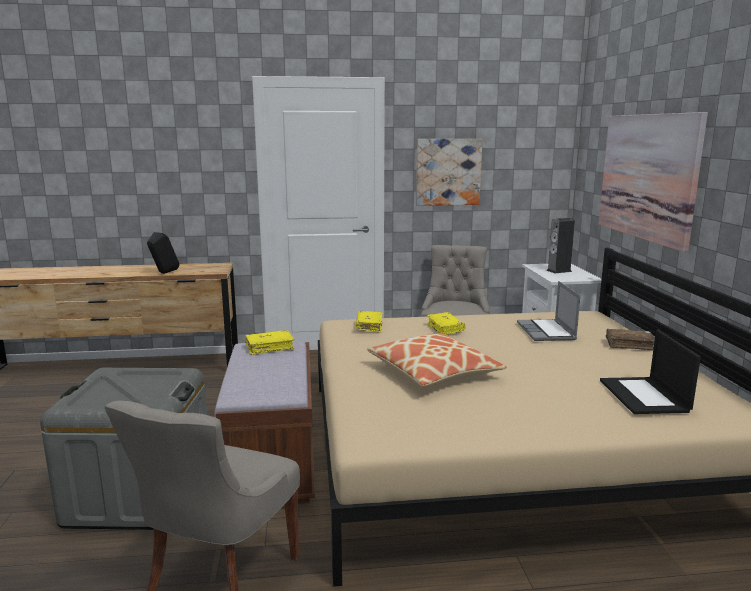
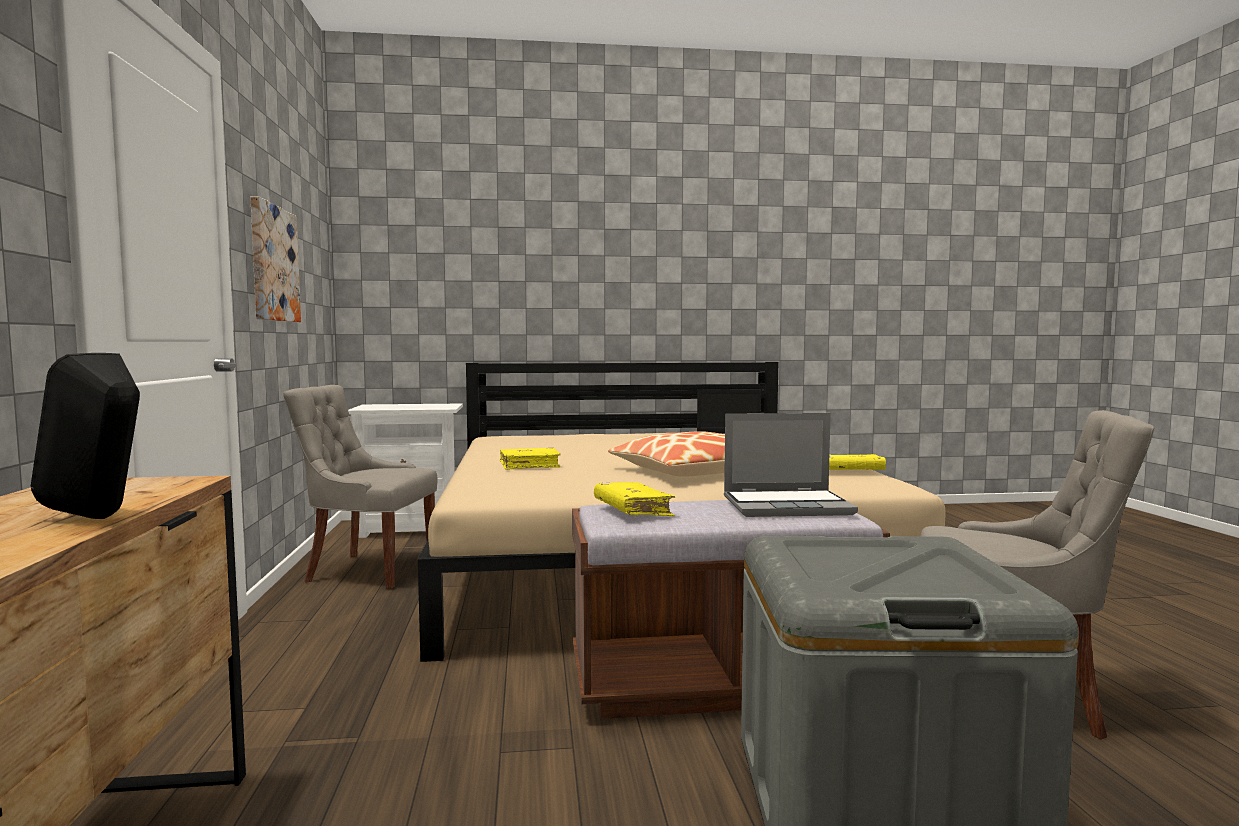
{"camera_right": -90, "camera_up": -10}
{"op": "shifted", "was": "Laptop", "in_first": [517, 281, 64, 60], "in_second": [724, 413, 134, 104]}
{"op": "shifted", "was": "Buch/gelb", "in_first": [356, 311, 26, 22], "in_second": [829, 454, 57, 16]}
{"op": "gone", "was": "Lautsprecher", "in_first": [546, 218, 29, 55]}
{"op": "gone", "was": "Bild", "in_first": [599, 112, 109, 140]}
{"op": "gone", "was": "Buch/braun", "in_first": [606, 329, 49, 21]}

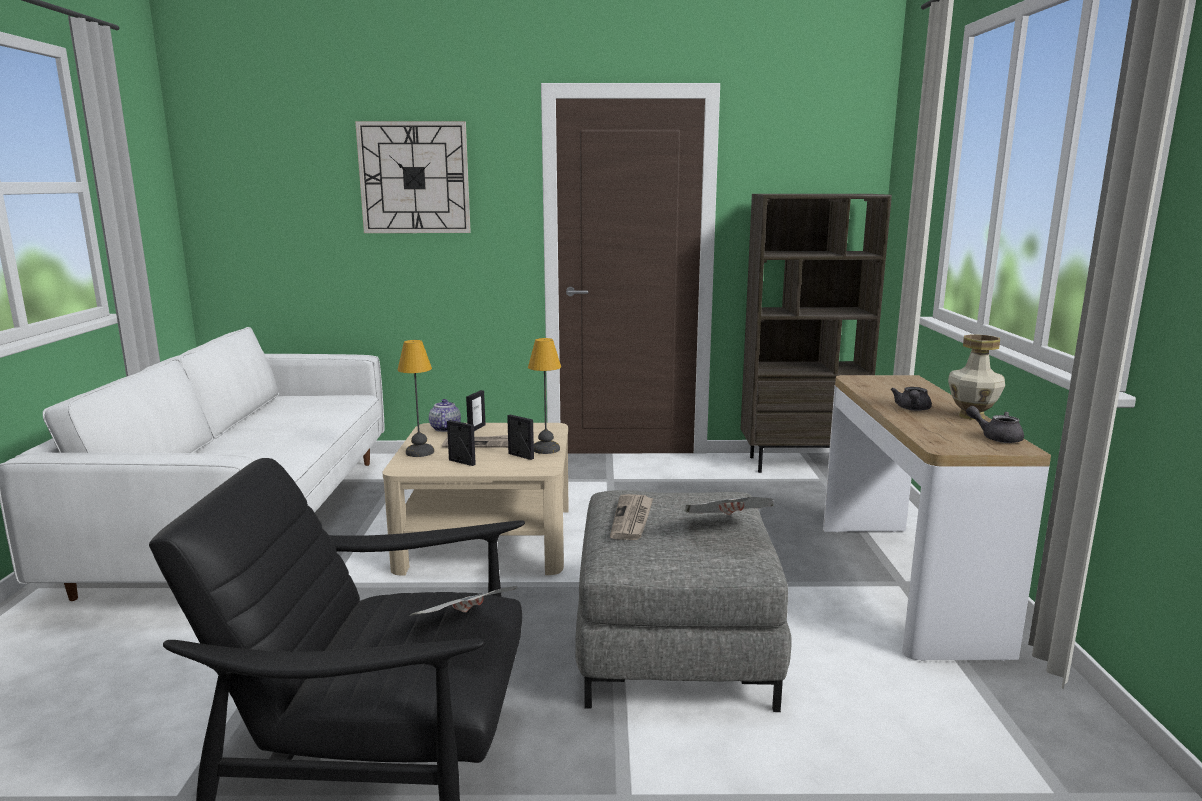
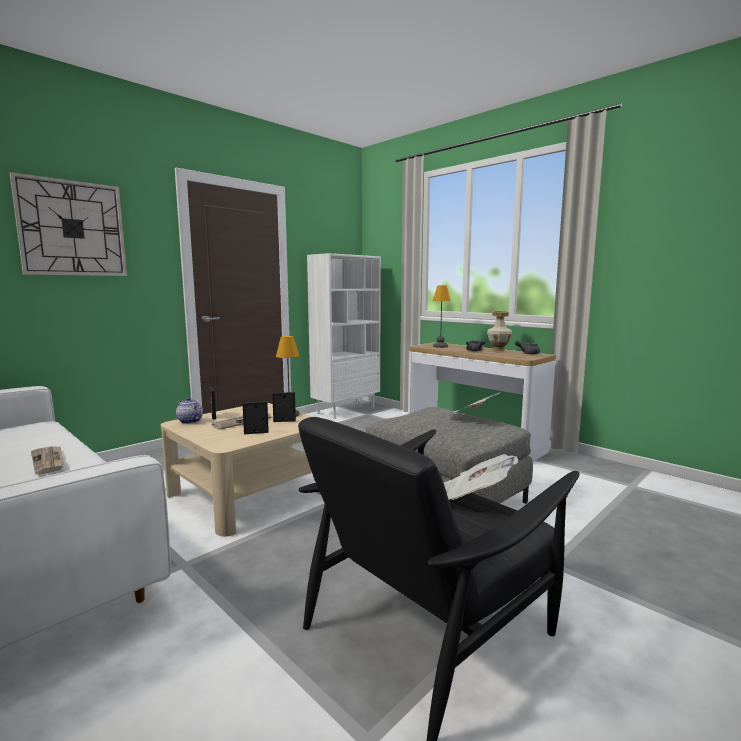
{"camera_right": -45, "camera_up": -5}
{"op": "shifted", "was": "Zeitung", "in_first": [610, 494, 43, 46], "in_second": [31, 446, 32, 29]}
{"op": "repainted", "was": "Bücherregal/braun", "now": "Bücherregal/weiß", "in_first": [741, 194, 151, 279], "in_second": [307, 253, 74, 166]}
{"op": "shifted", "was": "Tischlampe", "in_first": [398, 340, 36, 117], "in_second": [433, 286, 18, 62]}

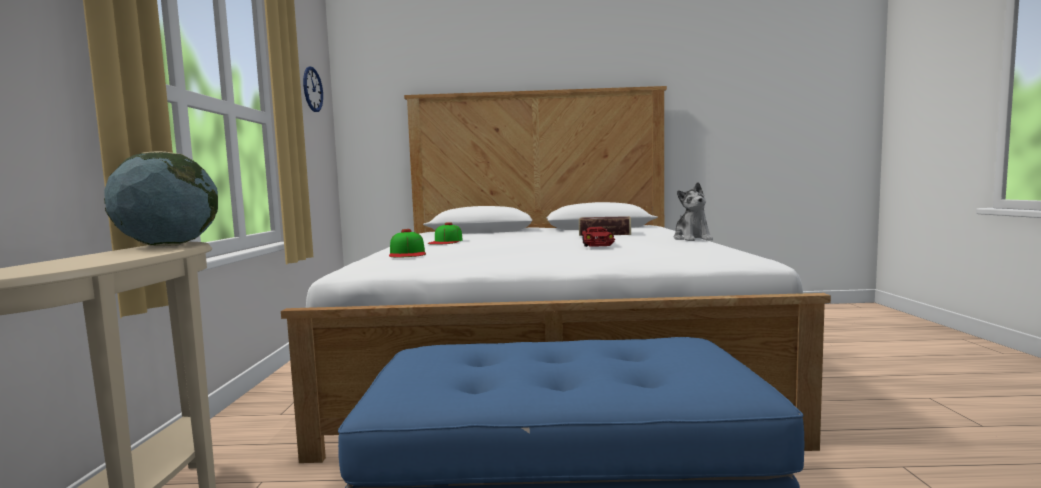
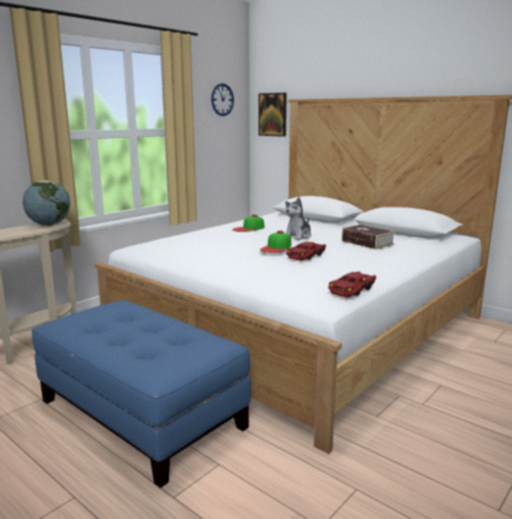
{"camera_right": 40, "camera_up": 10}
{"op": "new", "now": "Bild", "in_second": [259, 93, 28, 44]}
{"op": "shifted", "was": "Kappe", "in_first": [389, 229, 37, 28], "in_second": [260, 231, 31, 22]}
{"op": "shifted", "was": "Plüschtier", "in_first": [674, 182, 39, 59], "in_second": [285, 197, 26, 43]}
{"op": "new", "now": "Spielzeugauto/rot", "in_second": [328, 271, 48, 27]}

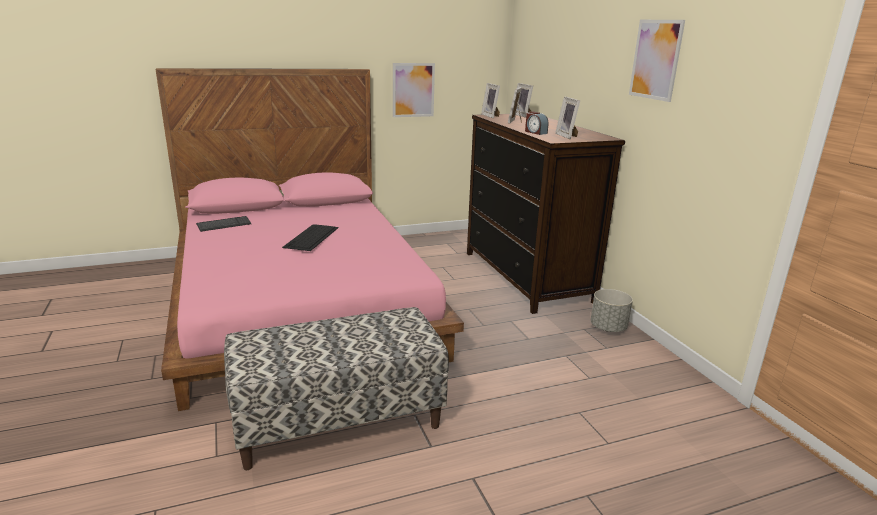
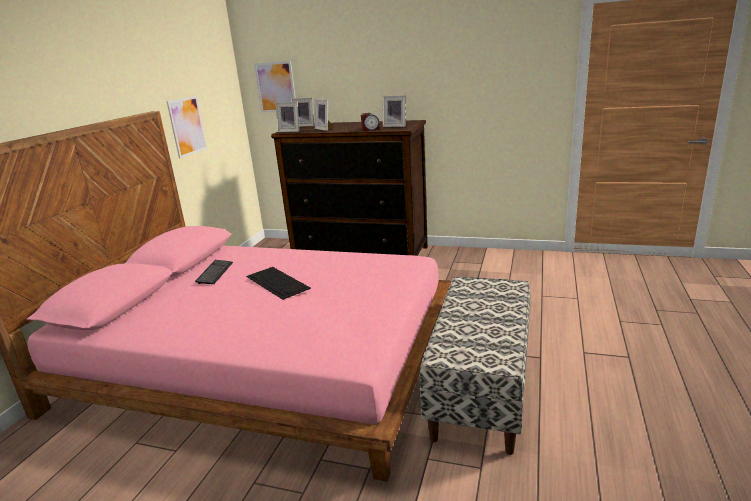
{"camera_right": -50, "camera_up": 0}
{"op": "shifted", "was": "Tastatur", "in_first": [196, 216, 55, 16], "in_second": [195, 260, 38, 24]}
{"op": "shifted", "was": "Bild", "in_first": [629, 20, 56, 82], "in_second": [254, 61, 41, 52]}
{"op": "gone", "was": "Pflanzkübel/grau", "in_first": [591, 289, 42, 43]}

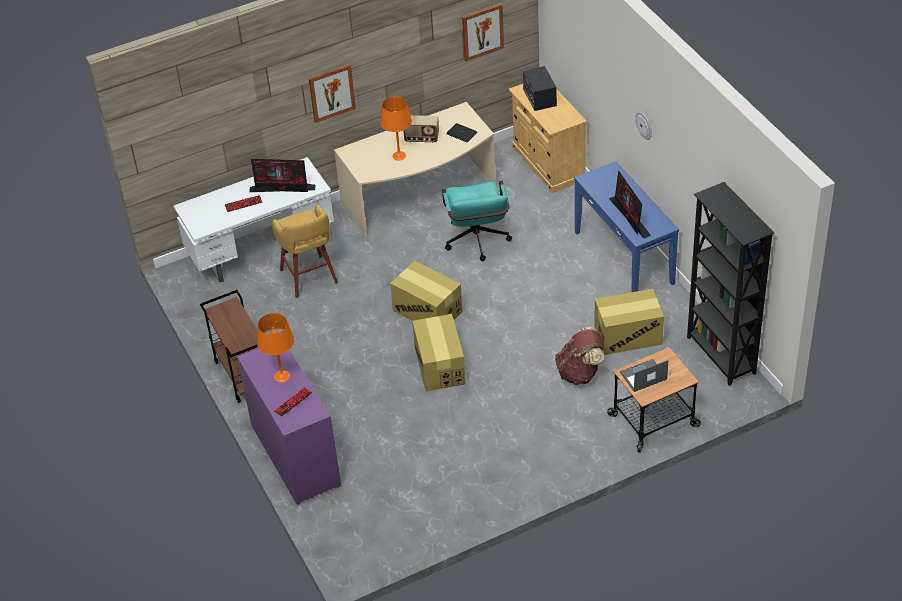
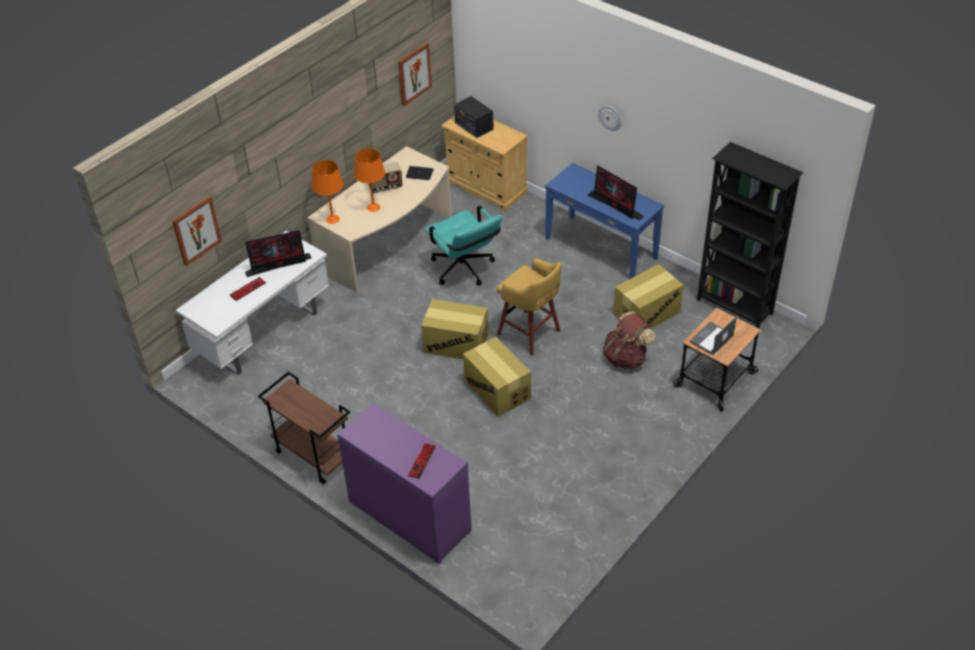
{"camera_right": -25, "camera_up": 0}
{"op": "shifted", "was": "Bild", "in_first": [308, 64, 48, 59], "in_second": [172, 196, 50, 70]}
{"op": "shifted", "was": "Tischlampe/orange", "in_first": [257, 313, 37, 70], "in_second": [312, 160, 31, 64]}
{"op": "shifted", "was": "Hocker/gelb", "in_first": [272, 204, 66, 94], "in_second": [497, 258, 64, 98]}

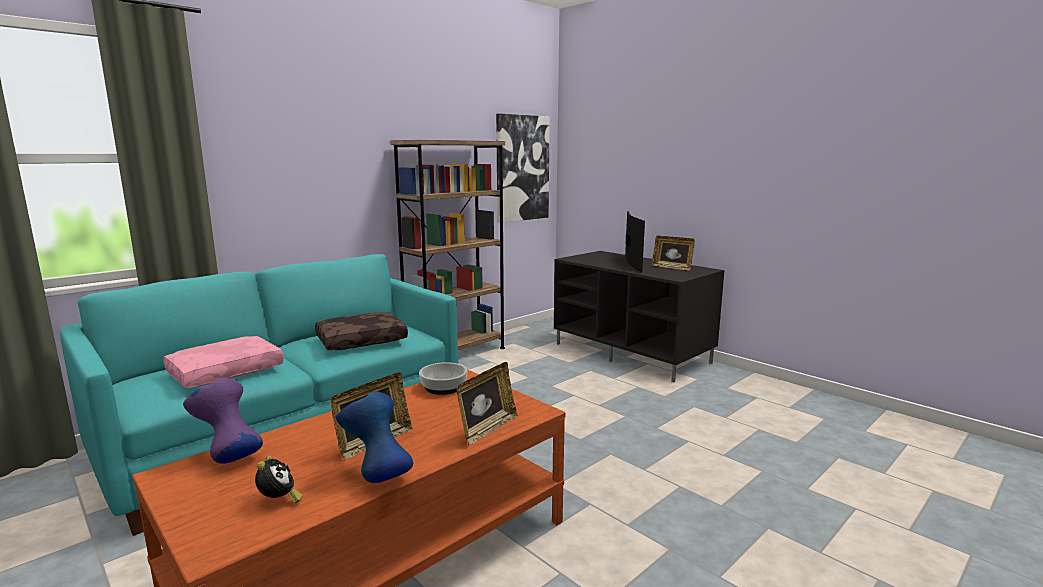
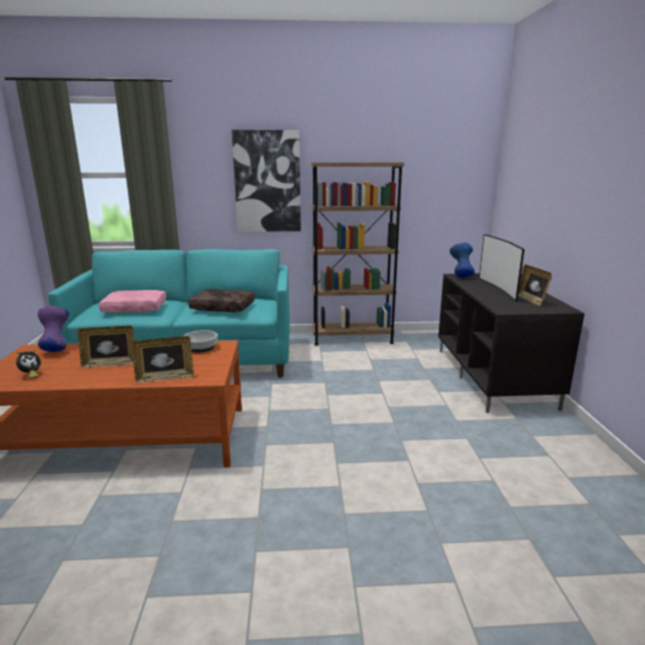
{"camera_right": 40, "camera_up": 5}
{"op": "shifted", "was": "Bild", "in_first": [496, 113, 54, 110], "in_second": [232, 130, 69, 102]}
{"op": "shifted", "was": "Vase/blau", "in_first": [336, 391, 77, 92], "in_second": [450, 242, 25, 36]}
{"op": "rotated", "was": "Fernseher", "in_first": [625, 211, 20, 62], "in_second": [479, 234, 46, 67], "clockwise": 135}

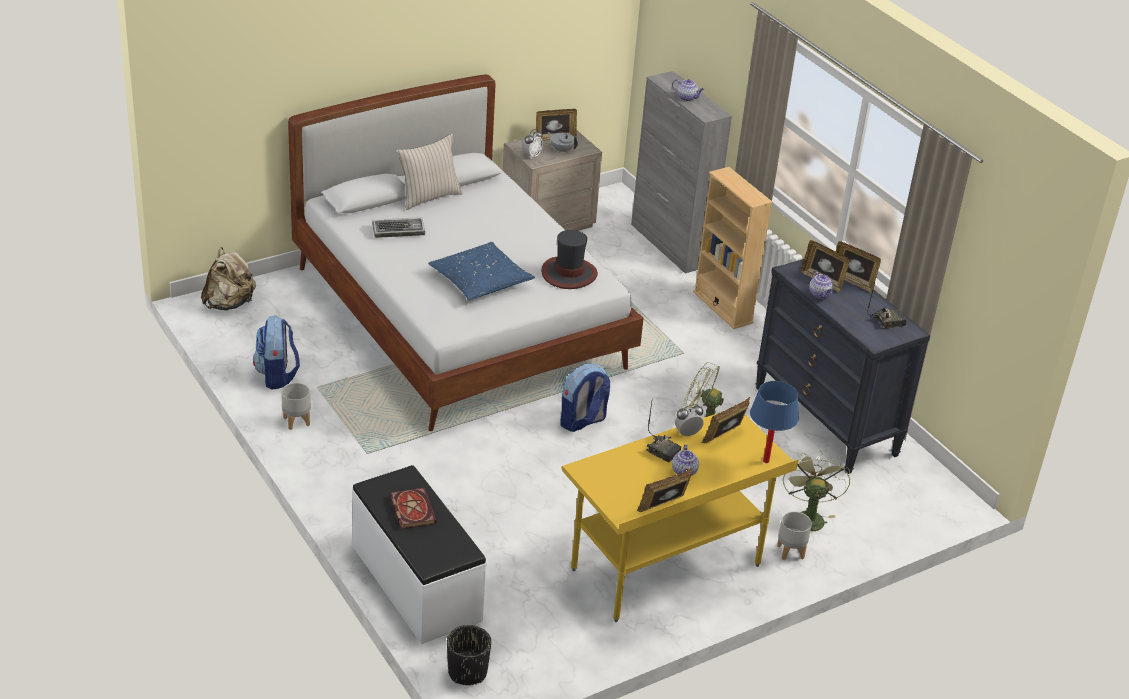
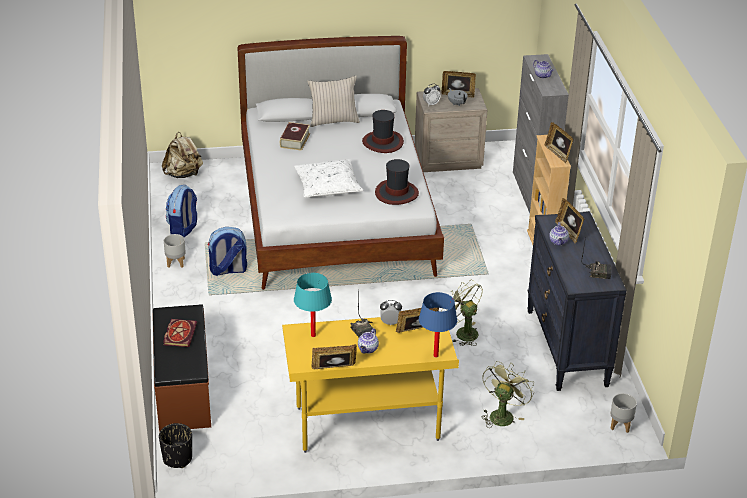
{"camera_right": 25, "camera_up": 0}
{"op": "repainted", "was": "Bank/weiß", "now": "Bank/braun", "in_first": [352, 465, 135, 179], "in_second": [153, 304, 58, 128]}
{"op": "shifted", "was": "Rucksack", "in_first": [560, 364, 50, 68], "in_second": [208, 227, 39, 49]}
{"op": "swapped", "was": "Tastatur", "now": "Buch", "in_first": [372, 217, 53, 21], "in_second": [280, 122, 30, 29]}
{"op": "repainted", "was": "Kissen/blau", "now": "Kissen/weiß", "in_first": [428, 242, 107, 58], "in_second": [294, 159, 69, 38]}
{"op": "new", "now": "Tischlampe/türkis", "in_second": [294, 273, 38, 64]}
{"op": "new", "now": "Hut", "in_second": [362, 110, 42, 43]}
{"op": "shifted", "was": "Bilderrahmen", "in_first": [836, 241, 45, 51], "in_second": [545, 122, 28, 41]}
{"op": "shifted", "was": "Pflanzkübel/grau", "in_first": [777, 511, 35, 50], "in_second": [610, 393, 27, 40]}

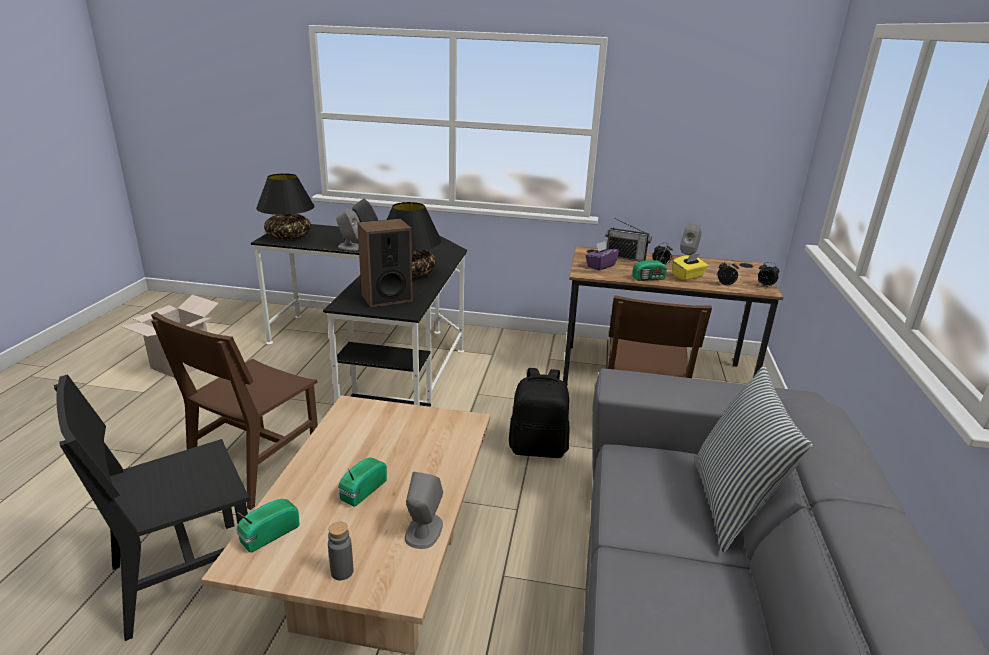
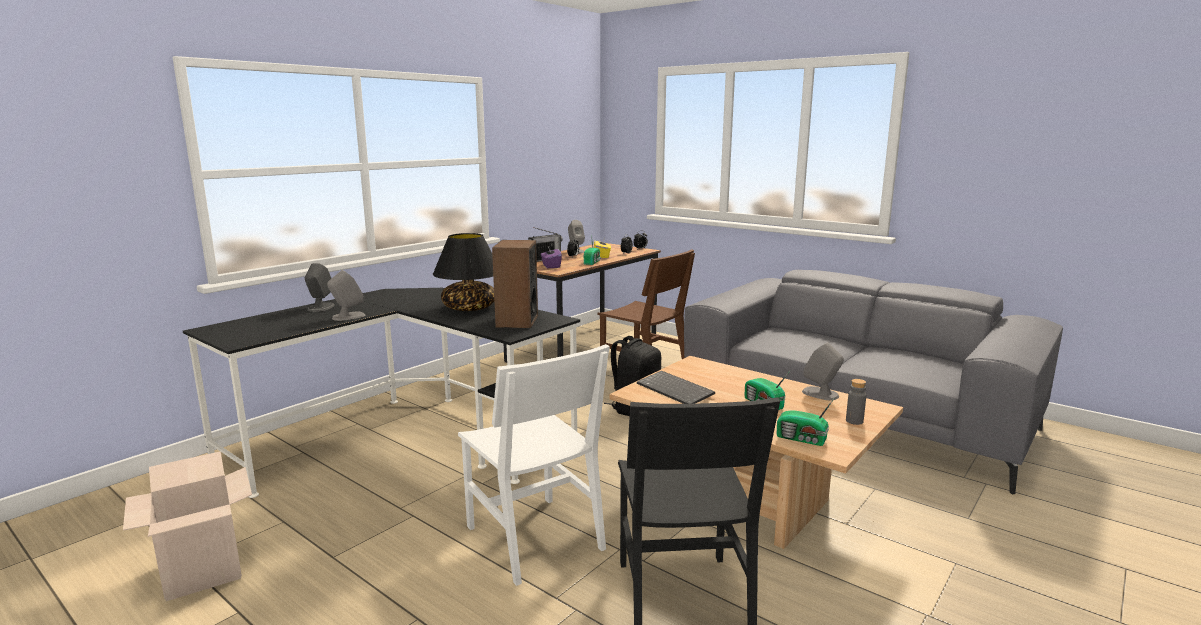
{"camera_right": -60, "camera_up": -10}
{"op": "repainted", "was": "Stuhl/braun", "now": "Stuhl/weiß", "in_first": [151, 312, 167, 198], "in_second": [458, 344, 152, 242]}
{"op": "new", "now": "Tastatur", "in_second": [637, 371, 78, 33]}
{"op": "rotated", "was": "Radio", "in_first": [236, 499, 63, 53], "in_second": [777, 397, 58, 49], "clockwise": -45}
{"op": "gone", "was": "Tischlampe/schwarz", "in_first": [256, 173, 59, 66]}
{"op": "gone", "was": "Kissen", "in_first": [694, 366, 119, 186]}

